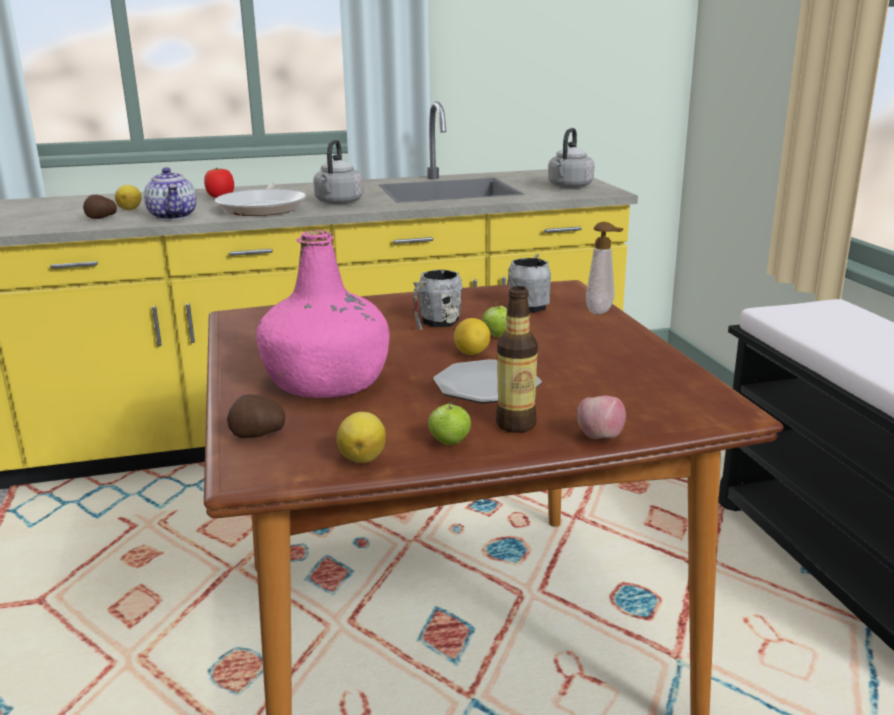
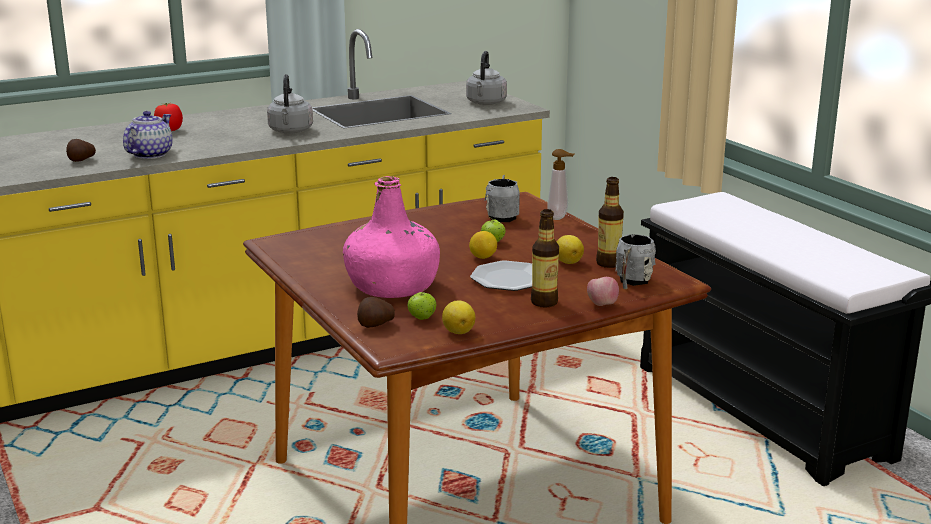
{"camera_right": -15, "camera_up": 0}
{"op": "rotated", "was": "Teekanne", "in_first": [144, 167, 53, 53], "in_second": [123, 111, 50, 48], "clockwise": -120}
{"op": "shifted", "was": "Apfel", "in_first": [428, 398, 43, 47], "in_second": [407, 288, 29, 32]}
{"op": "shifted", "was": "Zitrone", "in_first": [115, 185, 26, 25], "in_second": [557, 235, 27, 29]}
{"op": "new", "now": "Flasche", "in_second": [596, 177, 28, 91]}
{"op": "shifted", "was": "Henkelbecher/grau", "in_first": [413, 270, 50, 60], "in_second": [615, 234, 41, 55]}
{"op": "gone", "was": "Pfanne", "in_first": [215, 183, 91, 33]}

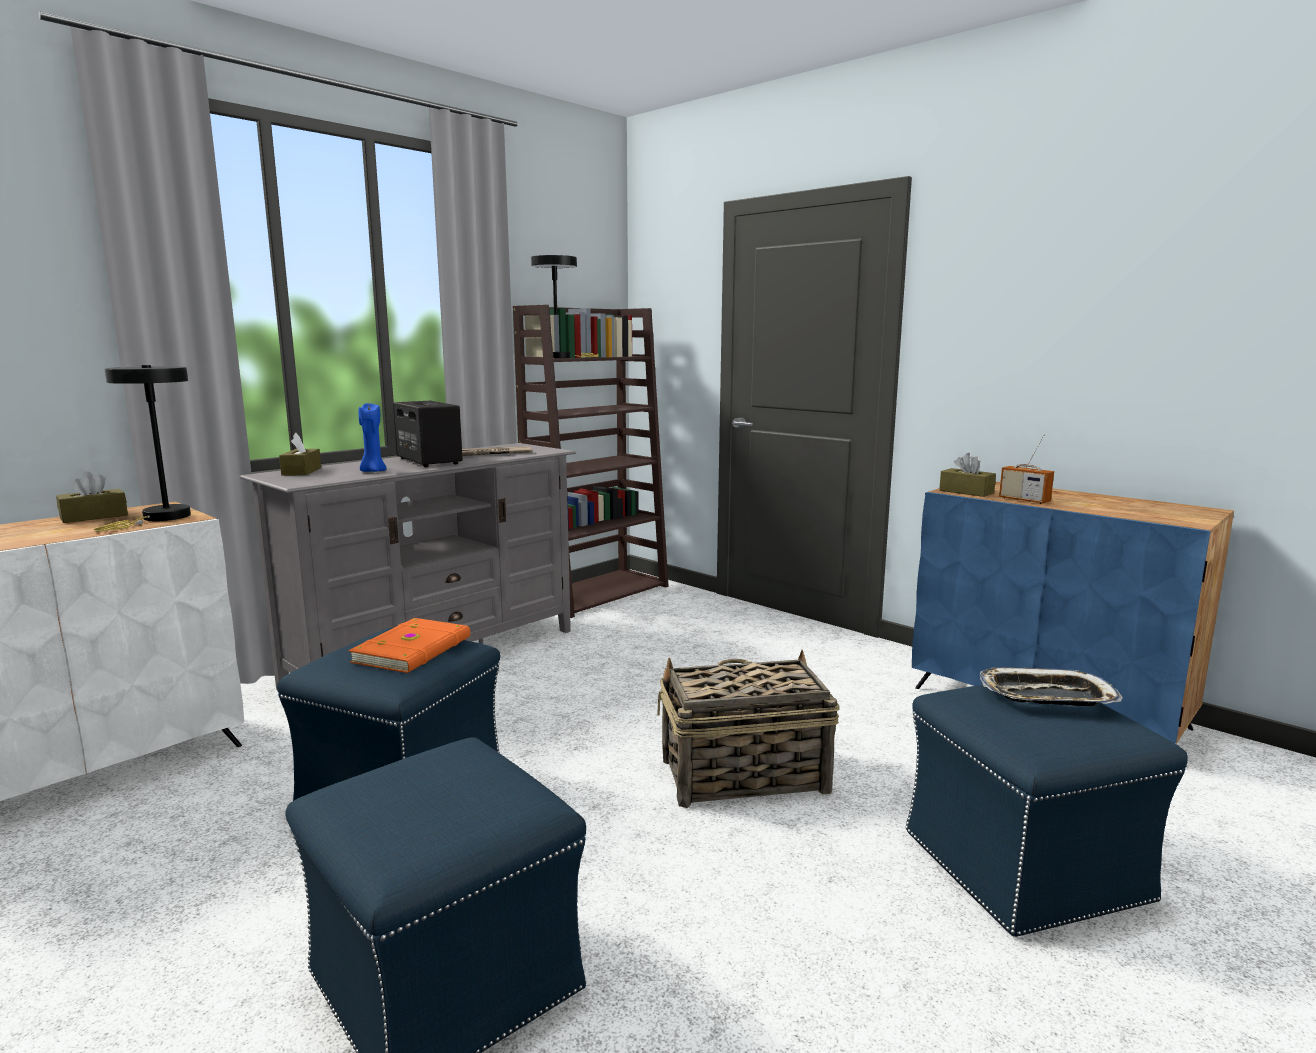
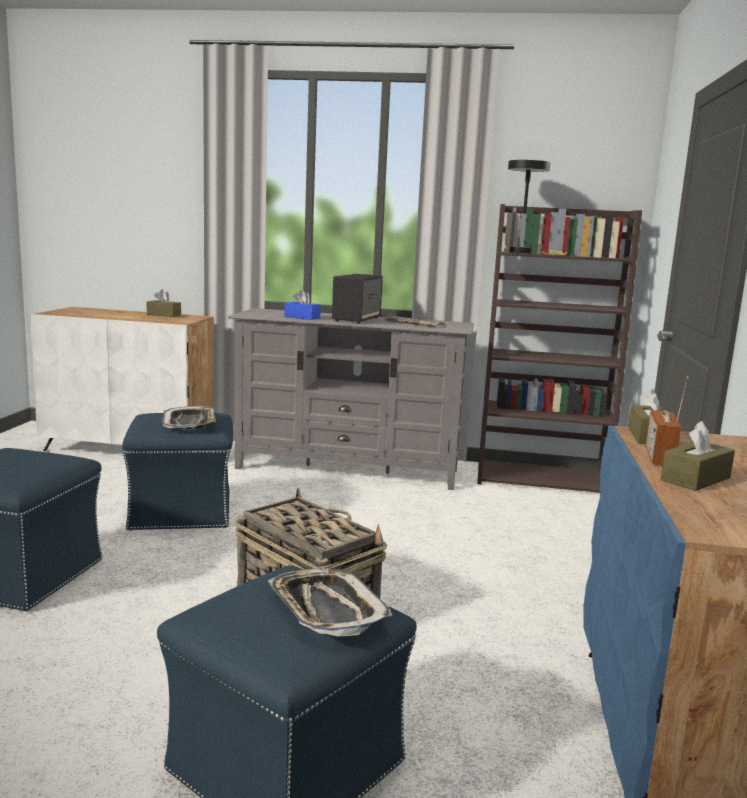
{"camera_right": 55, "camera_up": 0}
{"op": "swapped", "was": "Buch/orange", "now": "Tablett", "in_first": [349, 618, 121, 55], "in_second": [162, 406, 54, 23]}
{"op": "swapped", "was": "Kerze/blau", "now": "Taschentuchbox/blau", "in_first": [358, 403, 29, 69], "in_second": [284, 290, 37, 30]}
{"op": "shifted", "was": "Taschentuchbox/braun", "in_first": [279, 433, 42, 43], "in_second": [661, 421, 74, 70]}
{"op": "gone", "was": "Tischlampe/schwarz", "in_first": [94, 365, 97, 167]}

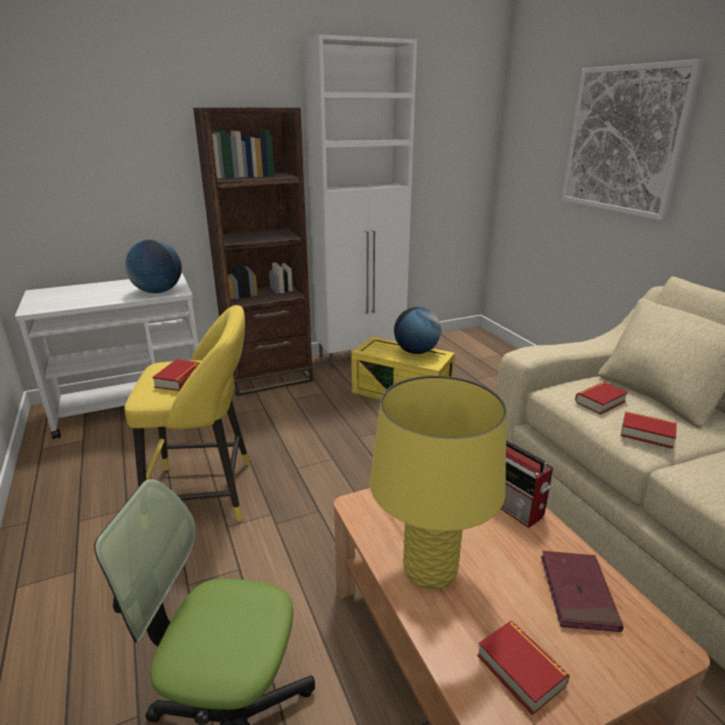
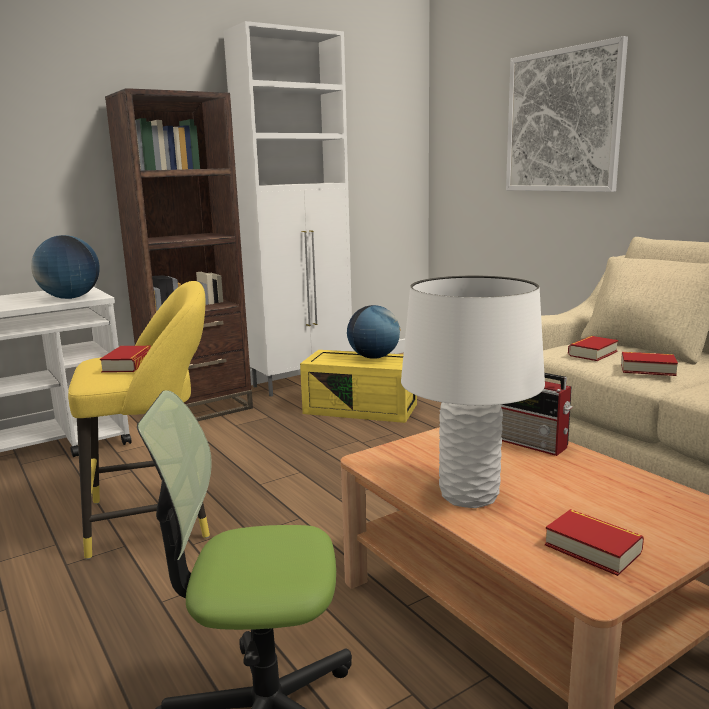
{"camera_right": -10, "camera_up": -10}
{"op": "repainted", "was": "Tischlampe/gelb", "now": "Tischlampe/weiß", "in_first": [370, 375, 137, 216], "in_second": [401, 276, 144, 232]}
{"op": "gone", "was": "Buch/rot", "in_first": [541, 551, 83, 81]}

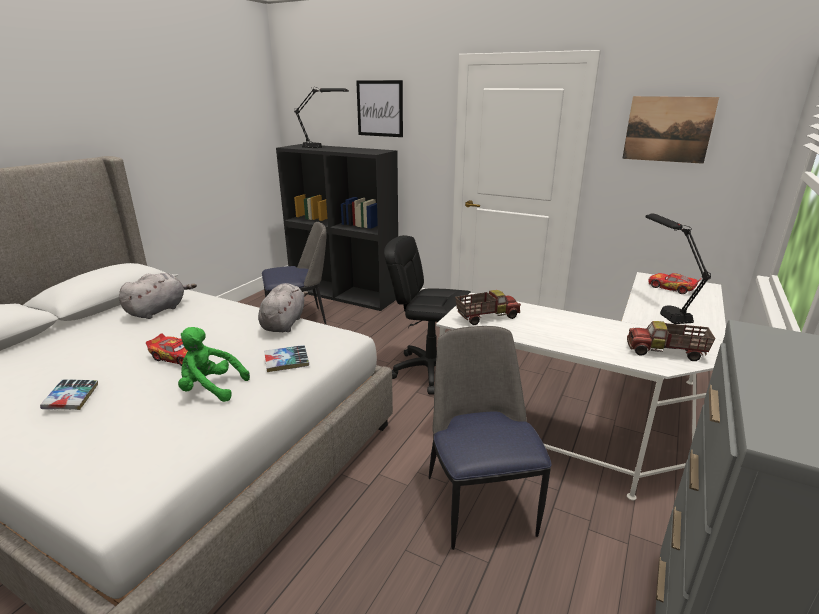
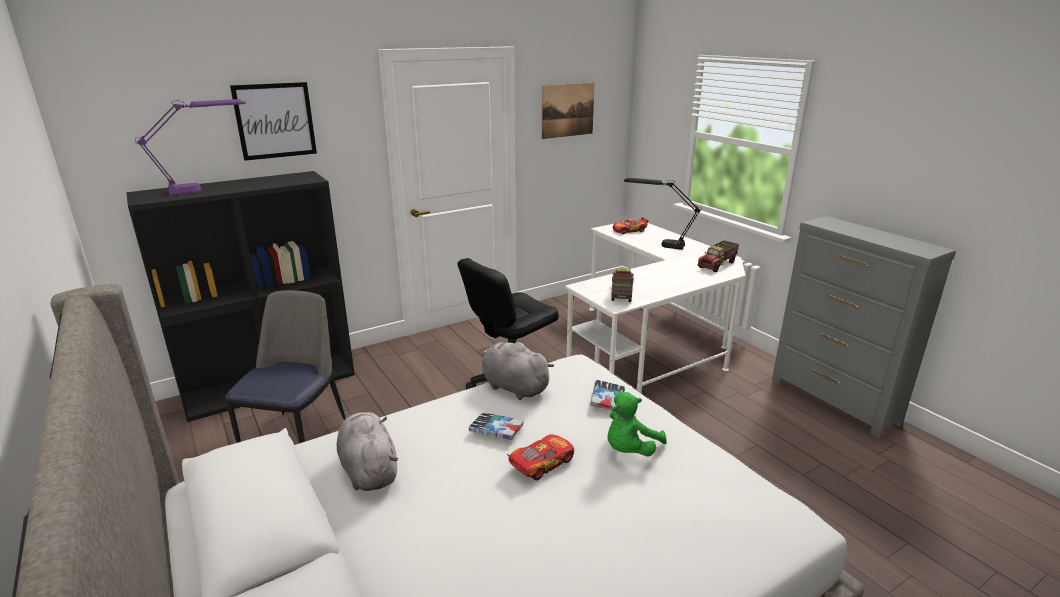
{"camera_right": -60, "camera_up": 0}
{"op": "repainted", "was": "Tischlampe/schwarz", "now": "Tischlampe/lila", "in_first": [294, 87, 55, 61], "in_second": [135, 99, 111, 97]}
{"op": "shifted", "was": "Buch", "in_first": [40, 379, 58, 31], "in_second": [469, 413, 55, 27]}
{"op": "gone", "was": "Stuhl", "in_first": [429, 326, 123, 224]}

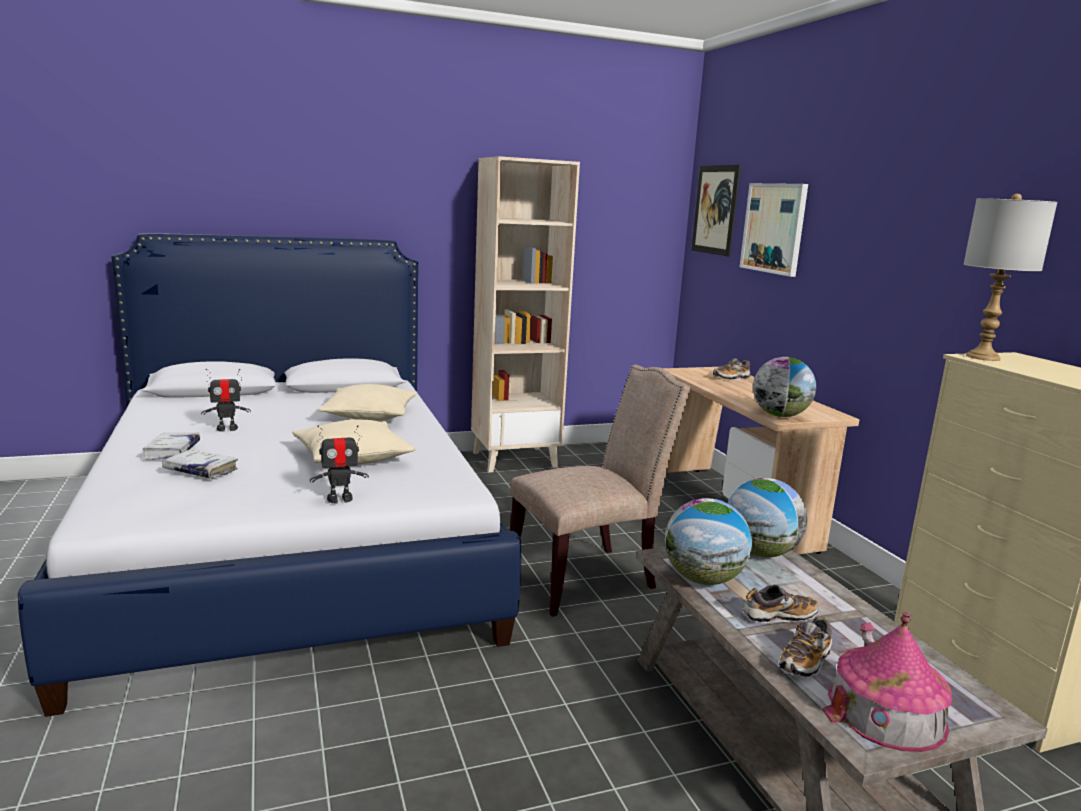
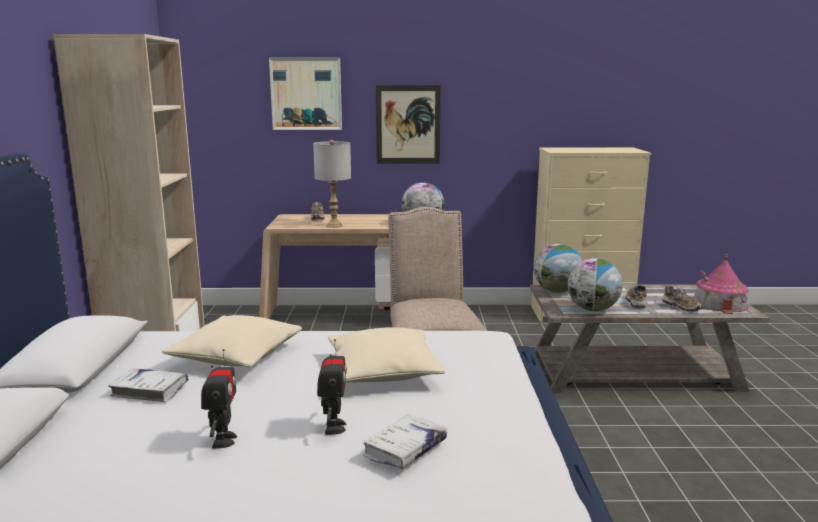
{"camera_right": -70, "camera_up": 0}
{"op": "shifted", "was": "Buch/weiß", "in_first": [142, 432, 58, 28], "in_second": [108, 368, 81, 34]}
{"op": "shifted", "was": "Tischlampe/grau", "in_first": [963, 194, 95, 167], "in_second": [313, 140, 38, 88]}
{"op": "shifted", "was": "Spielzeugroboter", "in_first": [310, 425, 59, 78], "in_second": [317, 339, 30, 96]}
{"op": "shifted", "was": "Bild", "in_first": [691, 165, 50, 92], "in_second": [376, 85, 65, 78]}

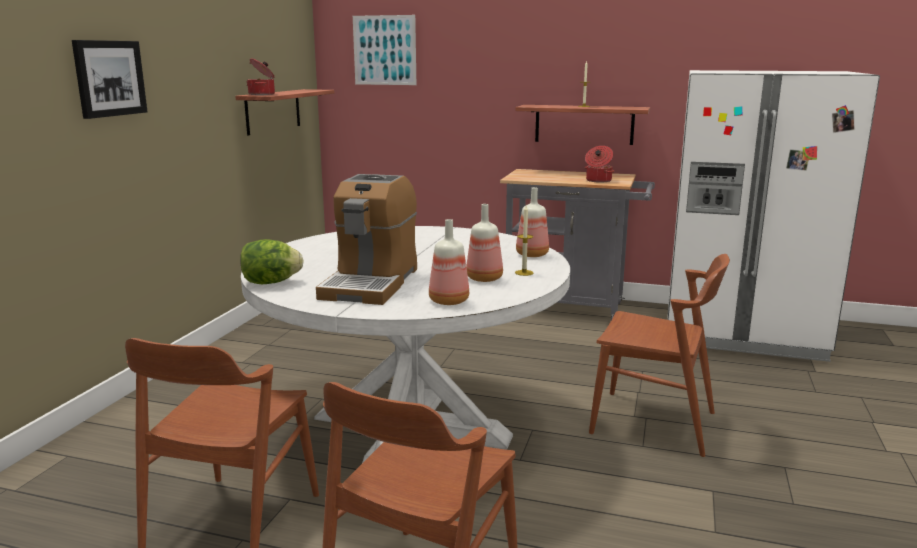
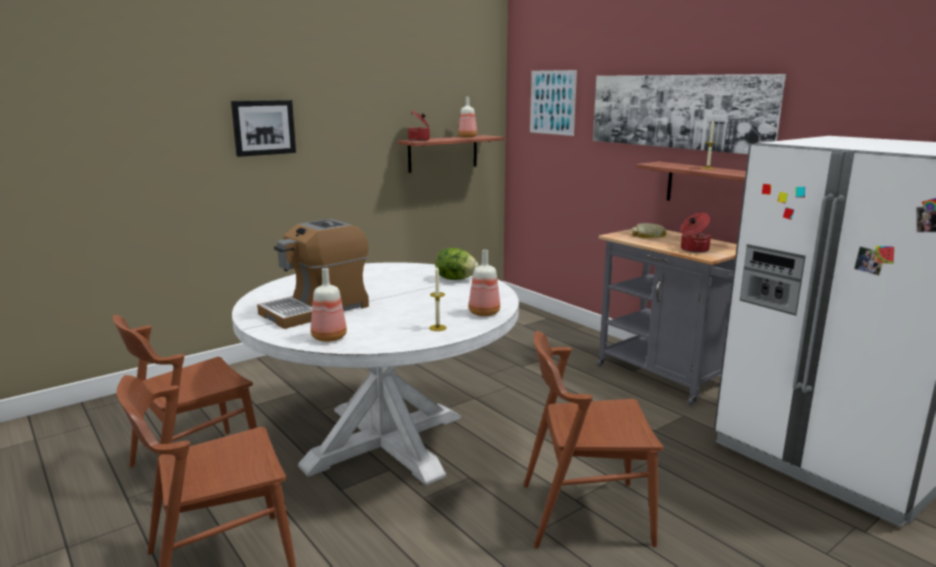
{"camera_right": 35, "camera_up": 0}
{"op": "shifted", "was": "Salatkopf", "in_first": [240, 239, 64, 45], "in_second": [435, 248, 44, 32]}
{"op": "shifted", "was": "Flasche", "in_first": [466, 204, 37, 78], "in_second": [458, 97, 19, 41]}
{"op": "rotated", "was": "Stuhl/braun", "in_first": [589, 254, 141, 203], "in_second": [524, 331, 140, 217], "clockwise": 120}
{"op": "new", "now": "Bild", "in_second": [593, 74, 193, 80]}
{"op": "new", "now": "Brot", "in_second": [632, 223, 35, 15]}

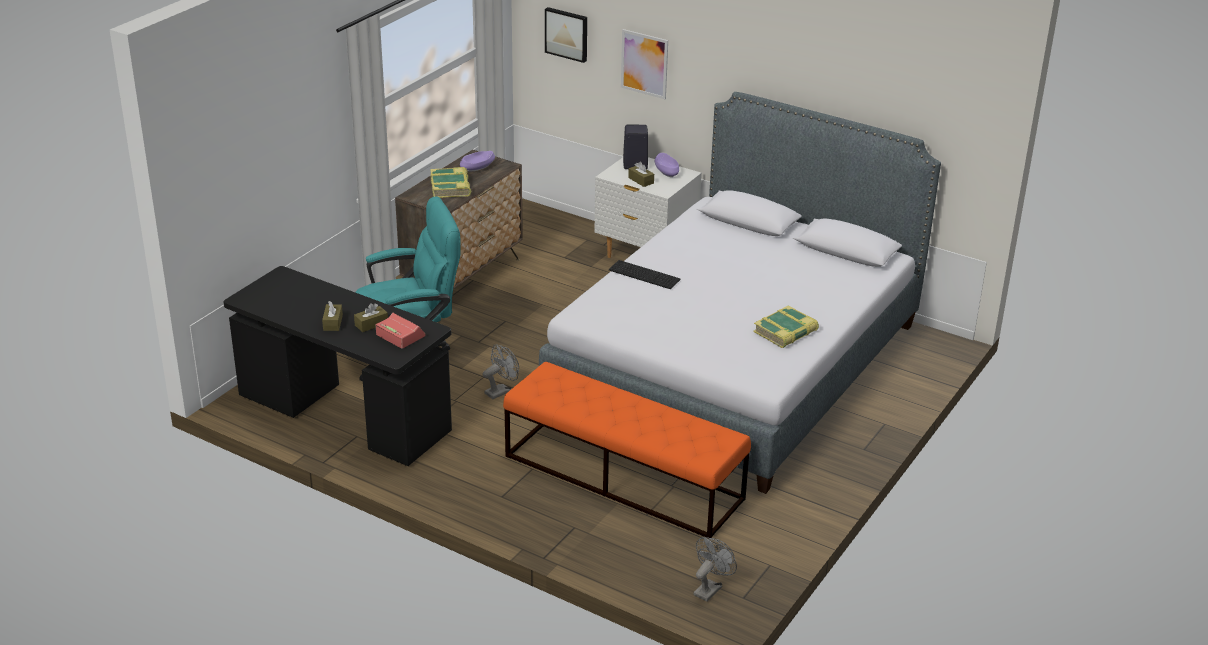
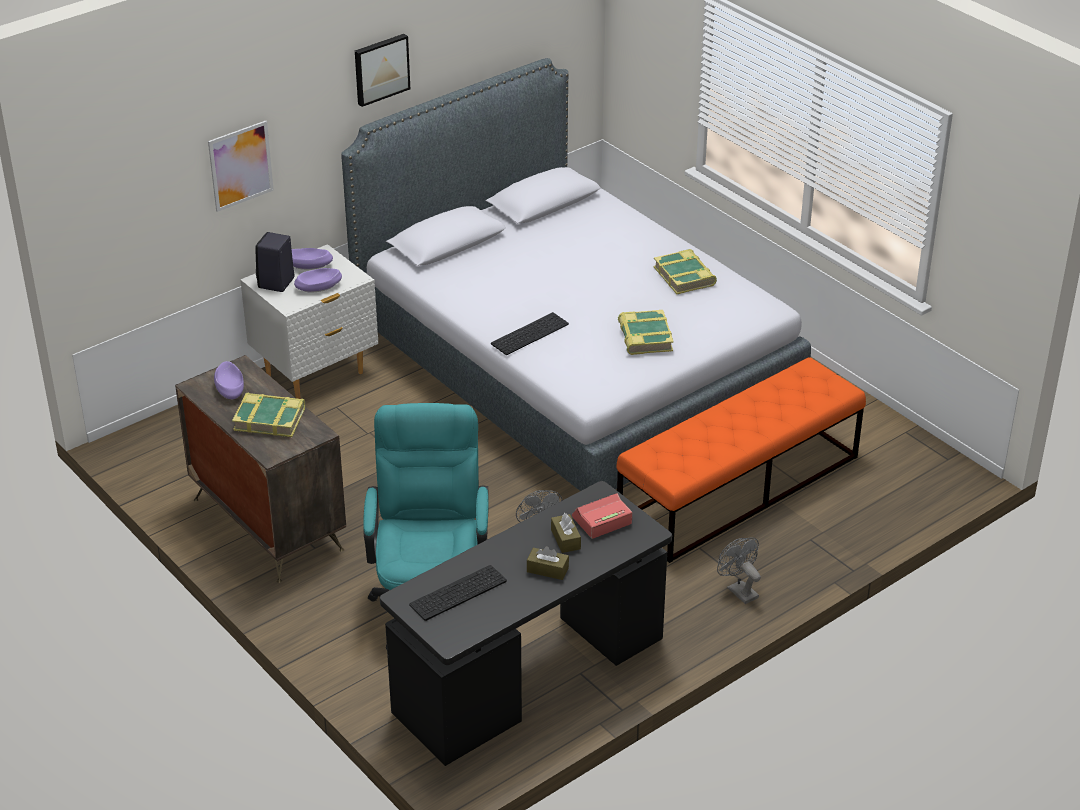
{"camera_right": -70, "camera_up": 5}
{"op": "swapped", "was": "Taschentuchbox/braun", "now": "Schüssel/lila", "in_first": [628, 162, 26, 25], "in_second": [294, 268, 48, 25]}
{"op": "shifted", "was": "Bild", "in_first": [545, 7, 42, 56], "in_second": [355, 34, 55, 73]}
{"op": "new", "now": "Tastatur", "in_second": [409, 565, 98, 56]}
{"op": "new", "now": "Buch", "in_second": [618, 310, 56, 45]}
{"op": "shifted", "was": "Ventilator/grau", "in_first": [693, 537, 44, 65], "in_second": [717, 538, 44, 66]}

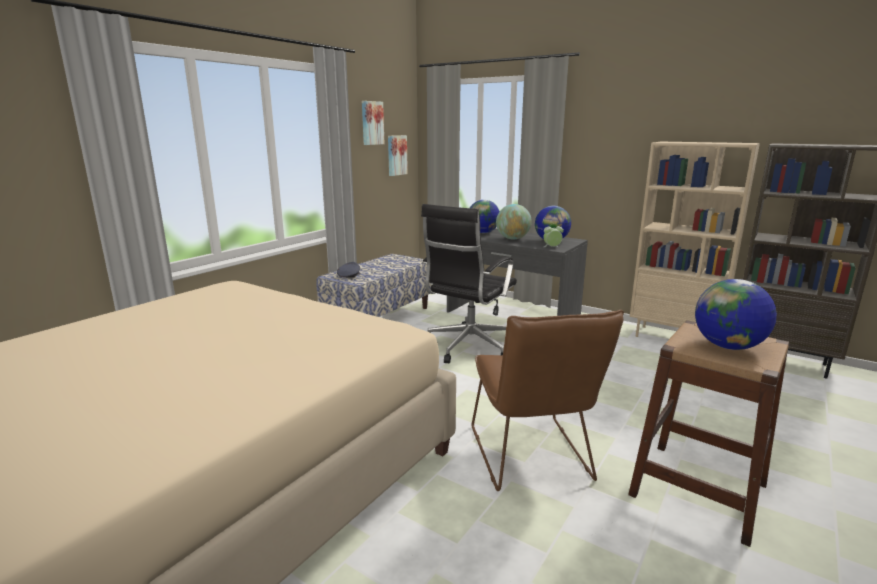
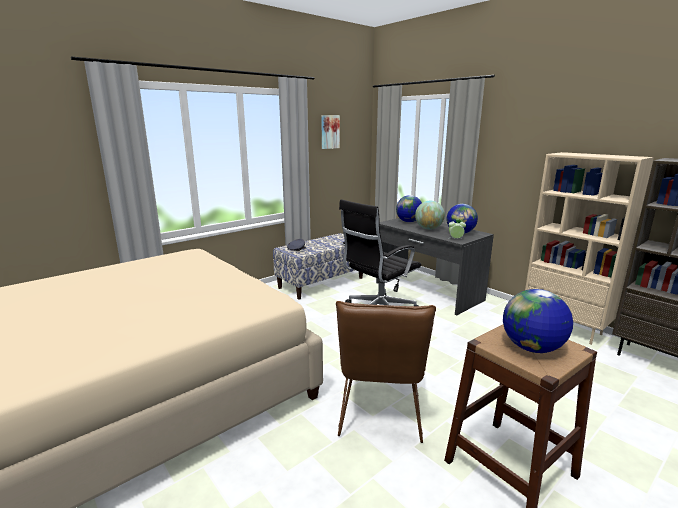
{"camera_right": 15, "camera_up": 0}
{"op": "gone", "was": "Bild", "in_first": [388, 135, 20, 41]}

